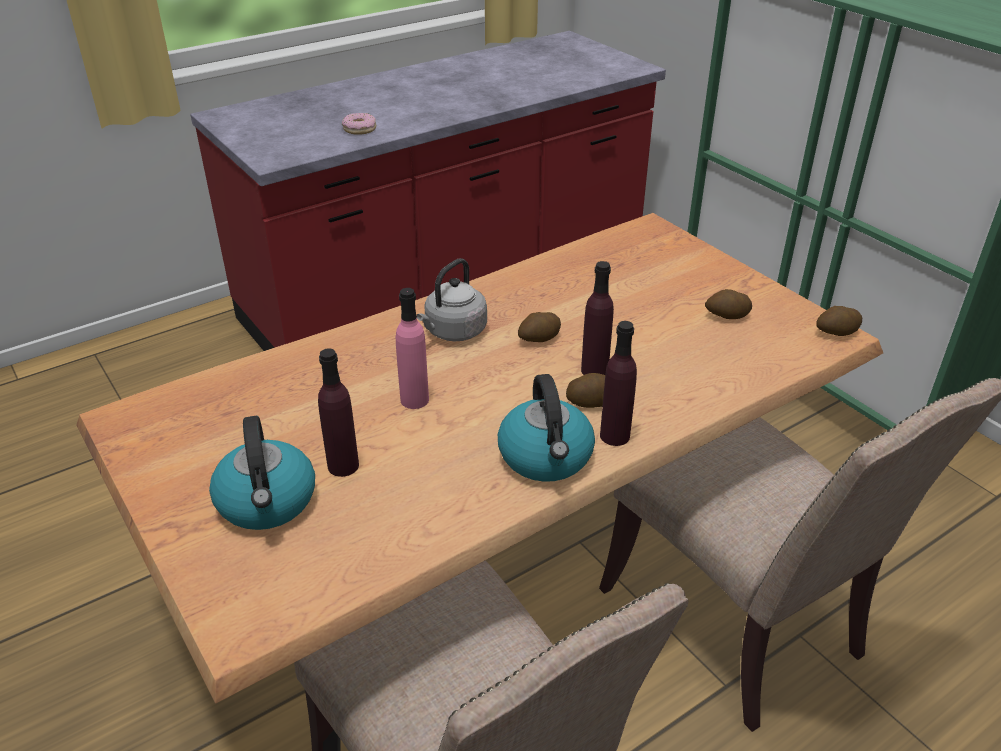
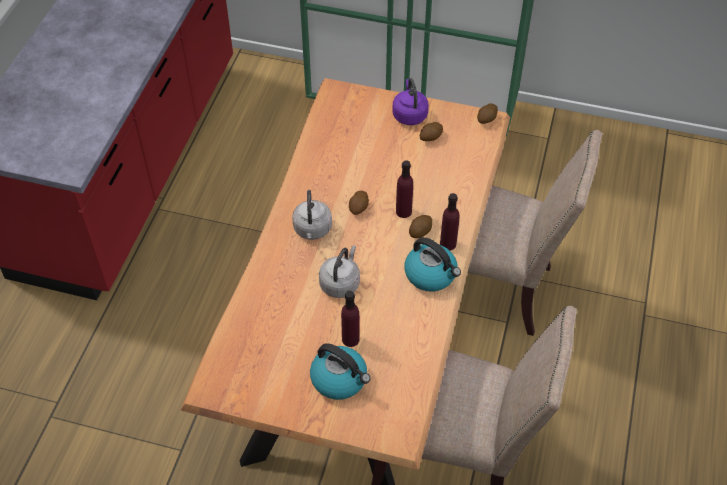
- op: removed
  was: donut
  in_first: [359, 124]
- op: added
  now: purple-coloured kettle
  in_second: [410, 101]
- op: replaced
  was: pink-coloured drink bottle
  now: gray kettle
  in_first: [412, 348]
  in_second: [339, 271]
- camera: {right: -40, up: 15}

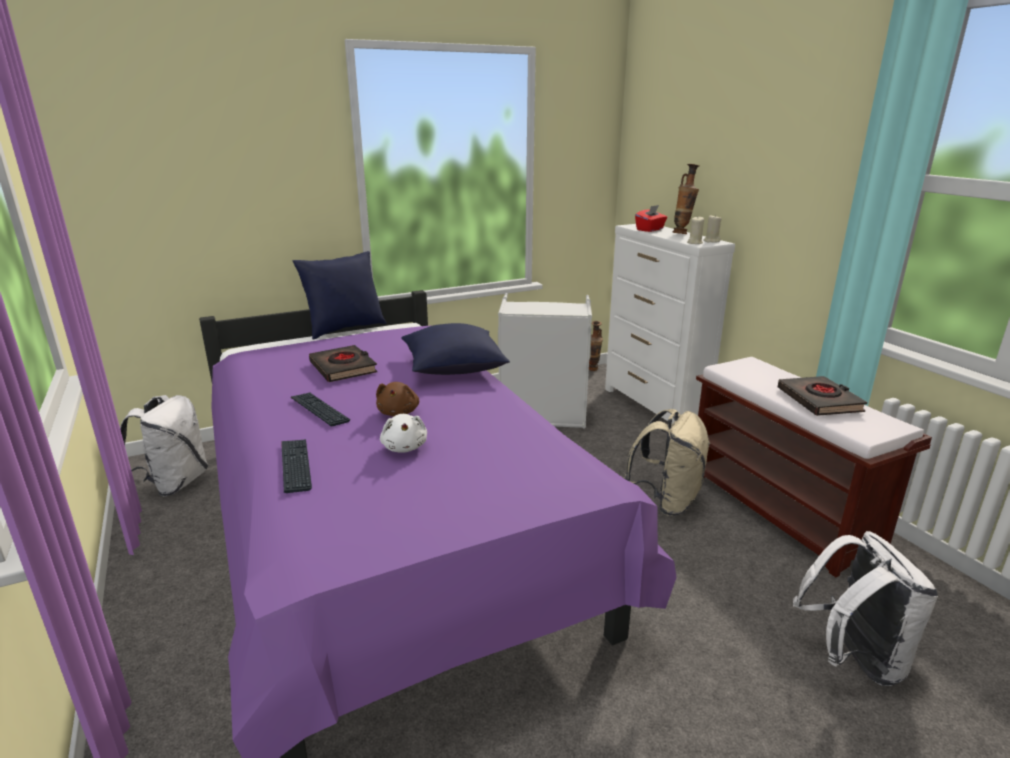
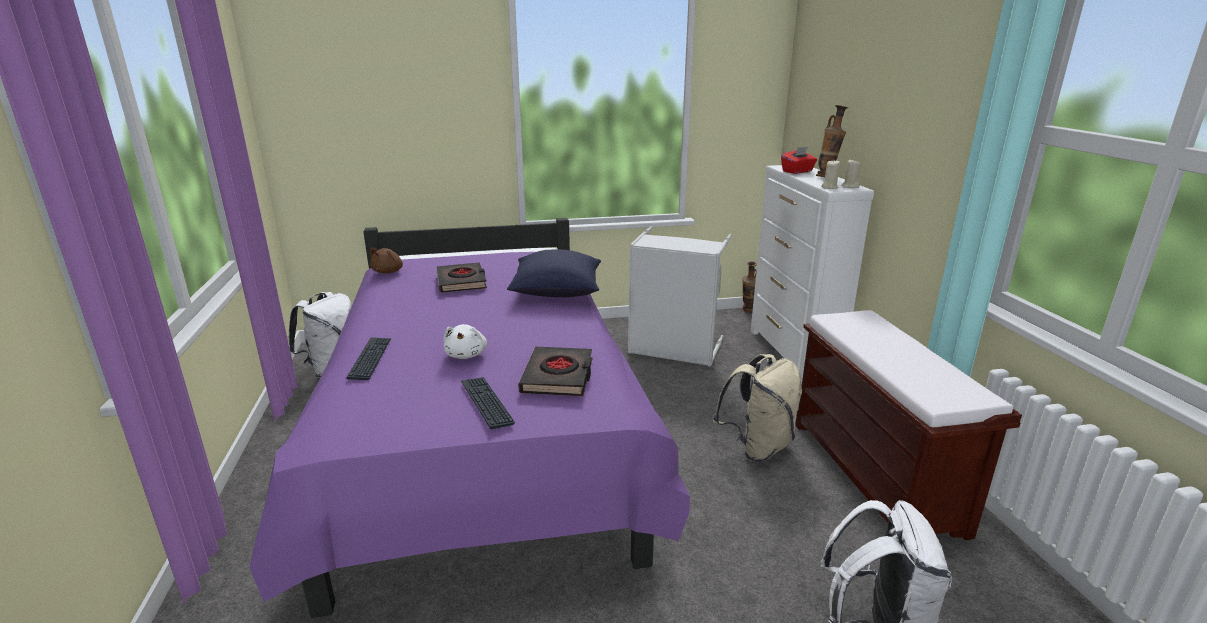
- op: removed
  was: bluish pillow
  in_first: [339, 295]
- op: moved
  was: PC keyboard
  in_first: [320, 409]
  in_second: [488, 403]
- op: moved
  was: brown cuddly toy
  in_first: [397, 399]
  in_second: [386, 260]
- op: moved
  was: black book
  in_first: [822, 396]
  in_second: [555, 371]
- camera: {right: 15, up: 0}

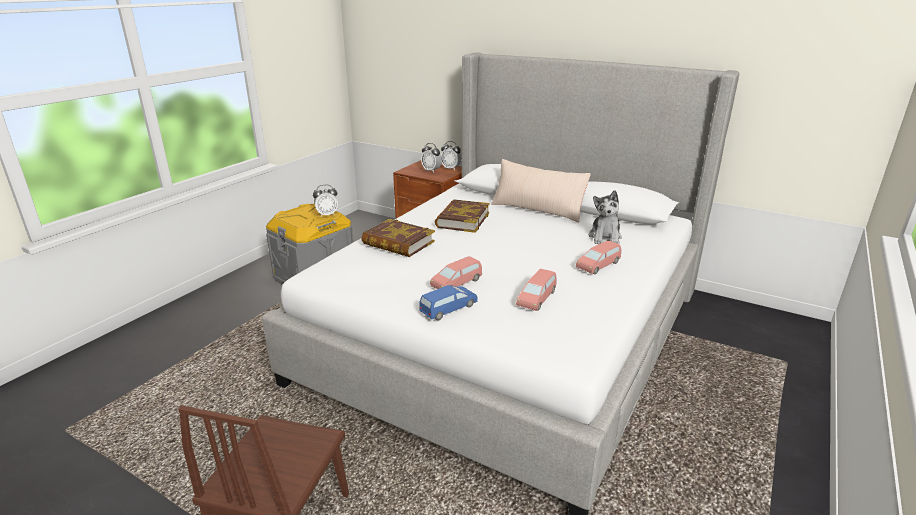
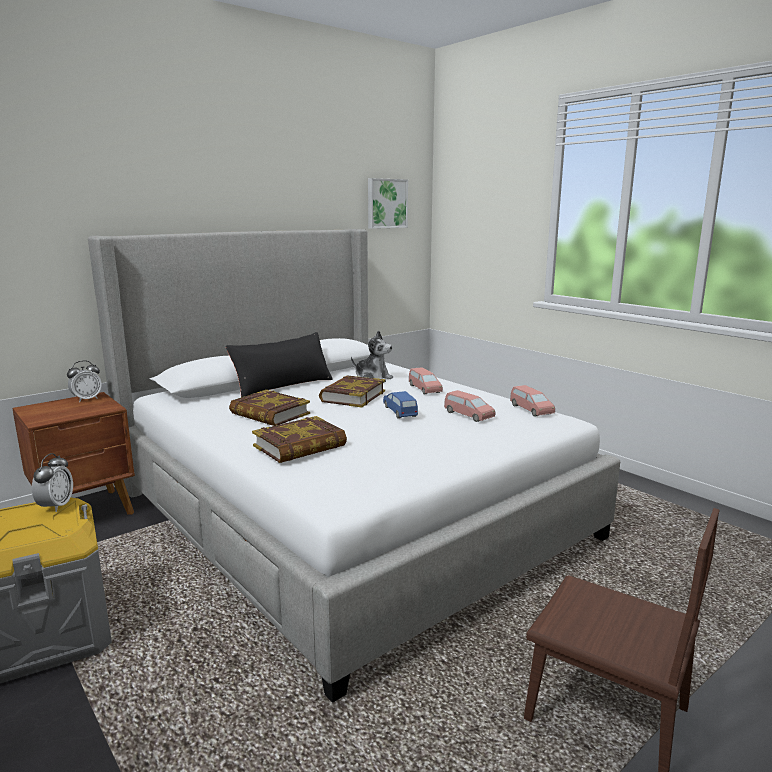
- op: removed
  was: table clock
  in_first: [431, 158]
- op: added
  now: book
  in_second: [352, 391]
- op: added
  now: wall picture
  in_second: [388, 203]
- op: moved
  was: bluish miniature car
  in_first: [448, 302]
  in_second: [400, 405]
- op: moved
  was: pink-coloured miniature car
  in_first: [456, 272]
  in_second: [532, 401]
- op: recoloured
  was: beige-coloured pillow
  now: black pillow
  in_first: [541, 190]
  in_second: [279, 364]
- camera: {right: -70, up: -10}

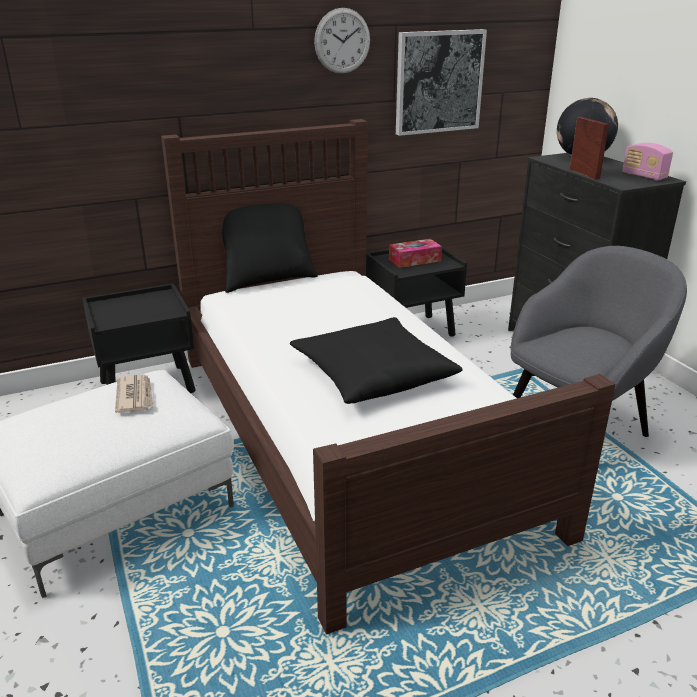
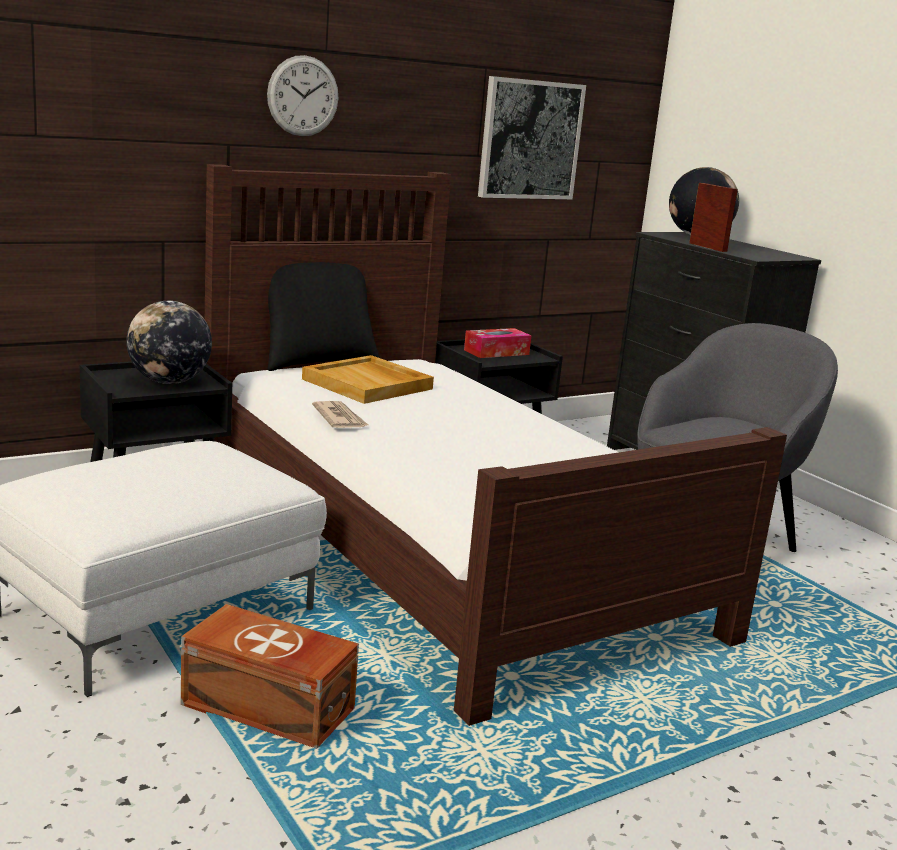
- op: removed
  was: black pillow
  in_first: [376, 360]
- op: removed
  was: radio receiver
  in_first: [647, 161]
- op: added
  now: desk globe
  in_second: [169, 342]
- op: added
  now: brown storage box
  in_second: [270, 676]
- op: added
  now: beige-coloured tray
  in_second: [368, 379]
- op: moved
  was: daily paper
  in_first: [134, 393]
  in_second: [340, 414]
- op: moved
  was: wall clock
  in_first: [342, 41]
  in_second: [302, 95]
- camera: {right: -10, up: -10}

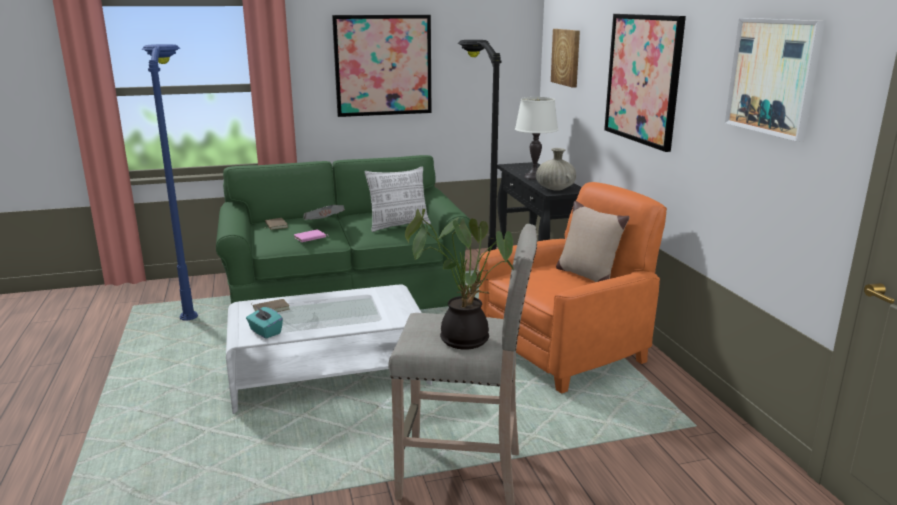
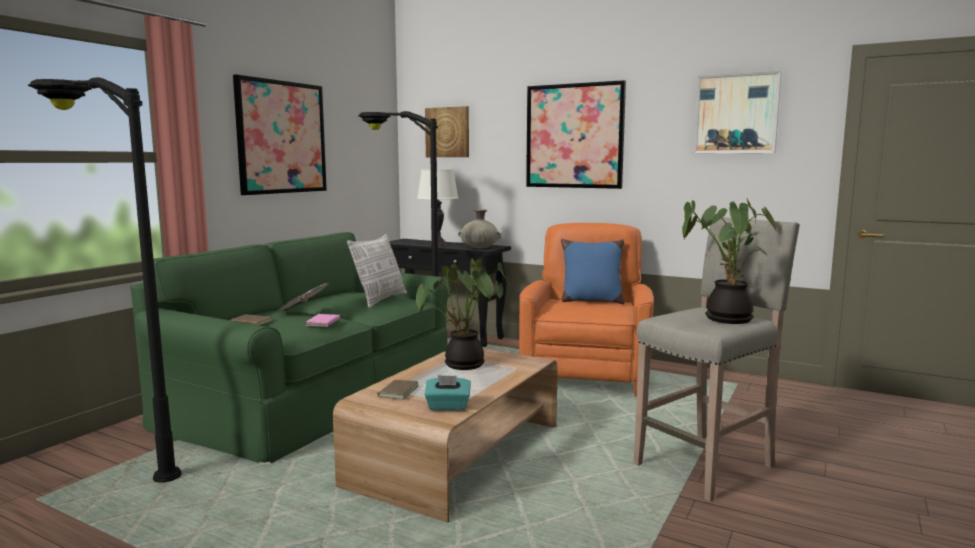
- op: added
  now: plant in a pot
  in_second: [463, 314]
- op: recoloured
  was: bluish standard lamp
  now: black standard lamp
  in_first: [170, 182]
  in_second: [105, 280]
- op: recoloured
  was: white-coloured coffee table
  now: brown coffee table
  in_first: [329, 349]
  in_second: [445, 436]
- op: recoloured
  was: beige-coloured pillow
  now: bluish pillow
  in_first: [592, 241]
  in_second: [592, 271]
- camera: {right: -45, up: -10}

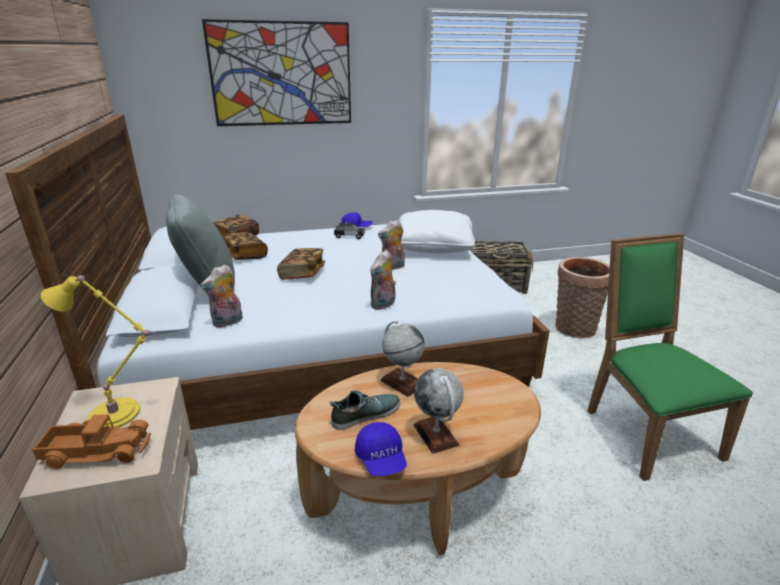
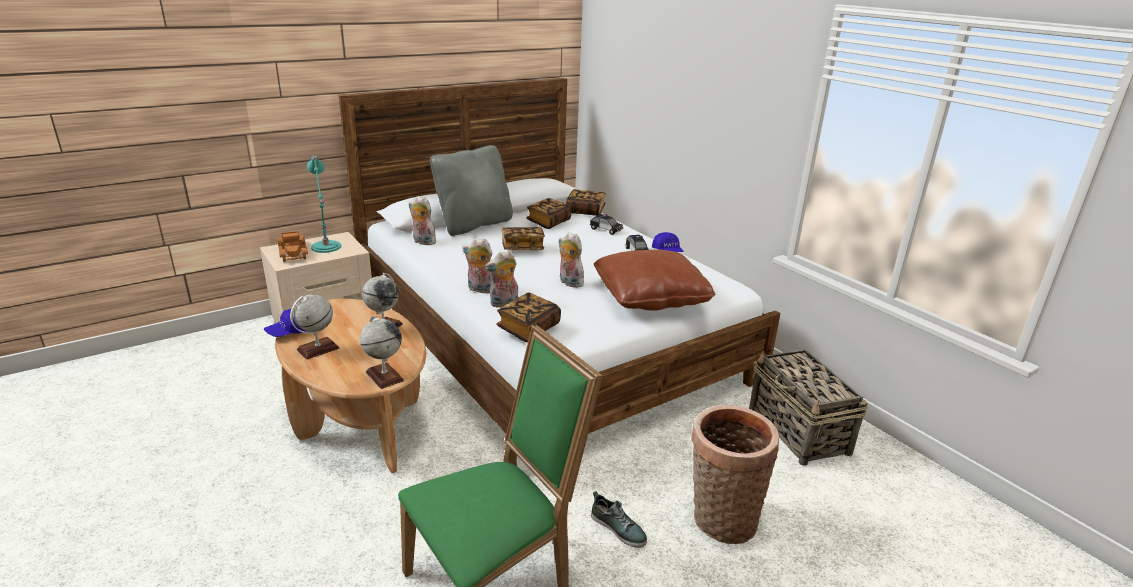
- op: removed
  was: wall picture
  in_first: [276, 72]
- op: added
  now: desk globe
  in_second: [382, 352]
- op: added
  now: cuddly toy
  in_second: [502, 279]
- op: added
  now: book
  in_second: [528, 318]
- op: added
  now: miniature car
  in_second: [606, 224]
- op: moved
  was: shoe
  in_first: [365, 410]
  in_second: [619, 519]
- op: recoloured
  was: yellow table lamp
  now: turquoise-coloured table lamp
  in_first: [96, 351]
  in_second: [324, 204]
- op: recoloured
  was: white-coloured pillow
  now: brown pillow
  in_first: [437, 232]
  in_second: [655, 280]
- camera: {right: 70, up: 0}

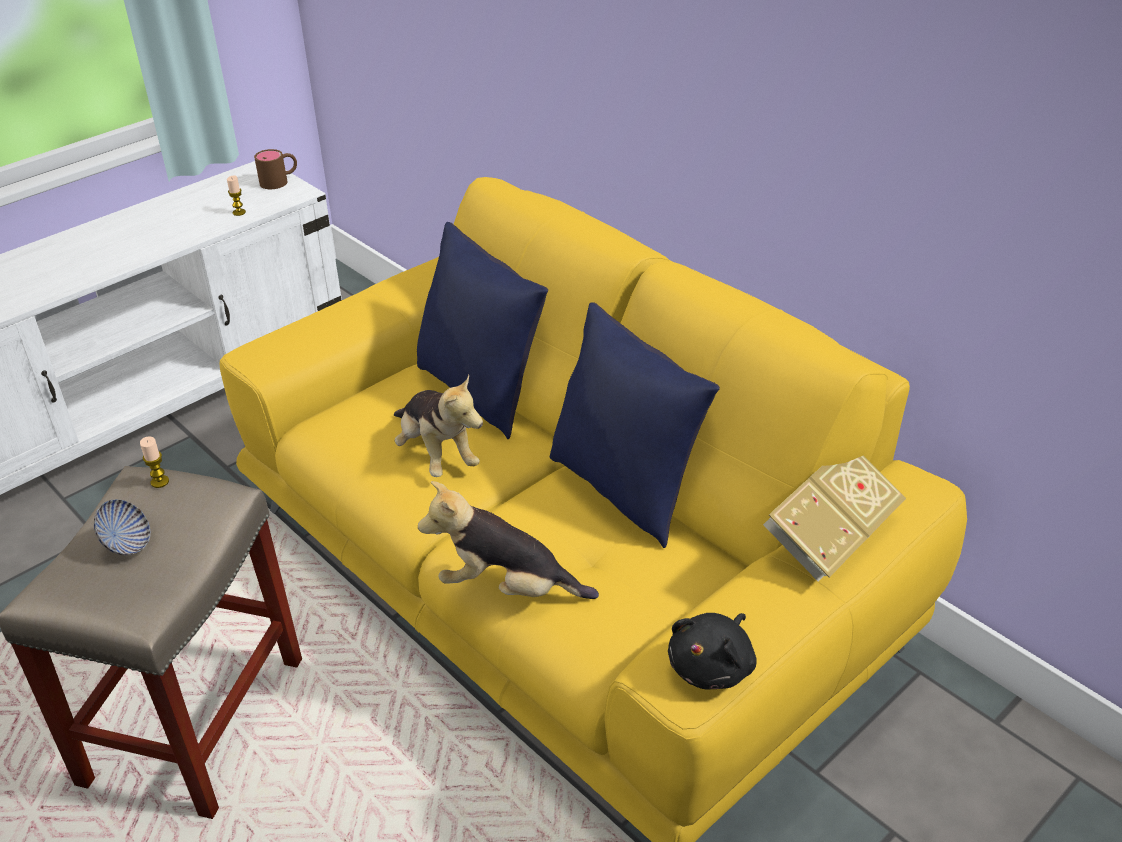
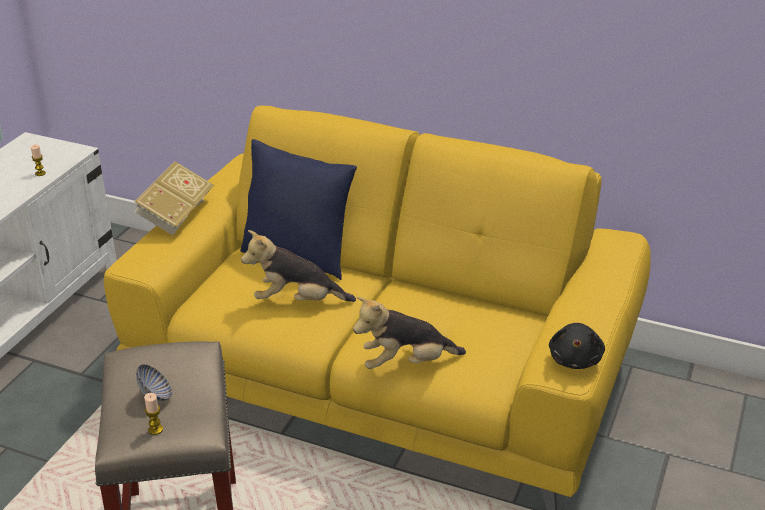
- op: removed
  was: brown tea mug
  in_first: [275, 169]
- op: removed
  was: bluish pillow
  in_first: [635, 425]
- op: moved
  was: wax light
  in_first: [154, 462]
  in_second: [153, 414]
- op: moved
  was: book
  in_first: [834, 519]
  in_second: [174, 198]
- op: turned
  was: cuddly toy
  in_first: [438, 426]
  in_second: [298, 266]
  clockwise: 150
- camera: {right: -25, up: -5}

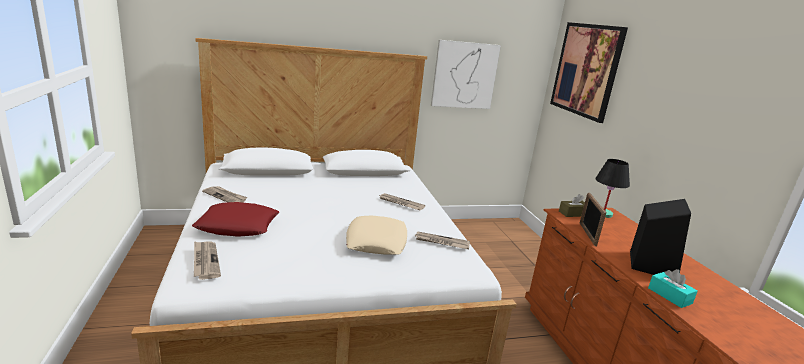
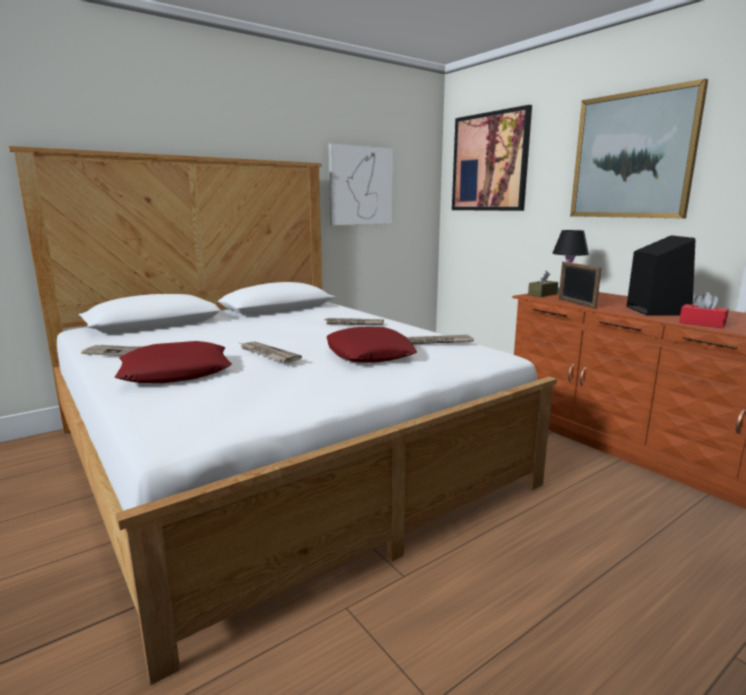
- op: added
  now: wall picture
  in_second: [639, 148]
- op: moved
  was: daily paper
  in_first: [207, 260]
  in_second: [271, 352]
- op: recoloured
  was: beige-coloured pillow
  now: red-coloured pillow
  in_first: [376, 235]
  in_second: [372, 345]
- op: recoloured
  was: turquoise-coloured box of tissues
  now: red-coloured box of tissues
  in_first: [673, 288]
  in_second: [704, 310]
- camera: {right: -20, up: -5}

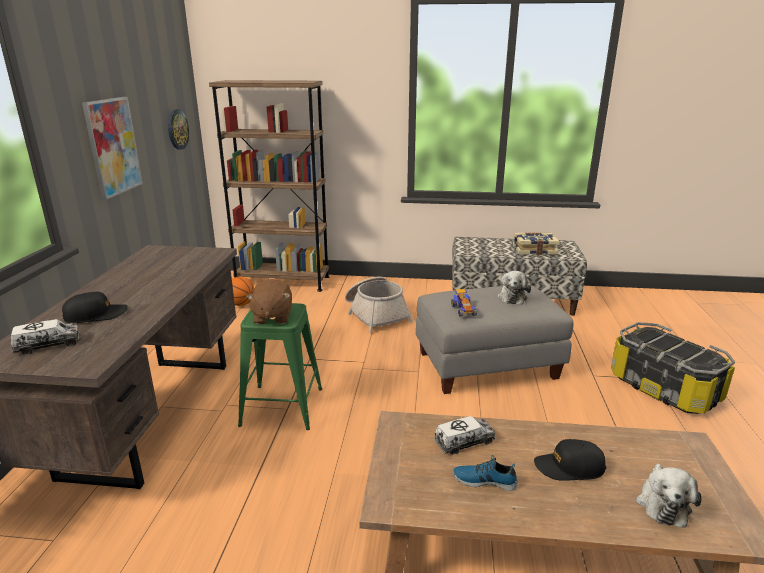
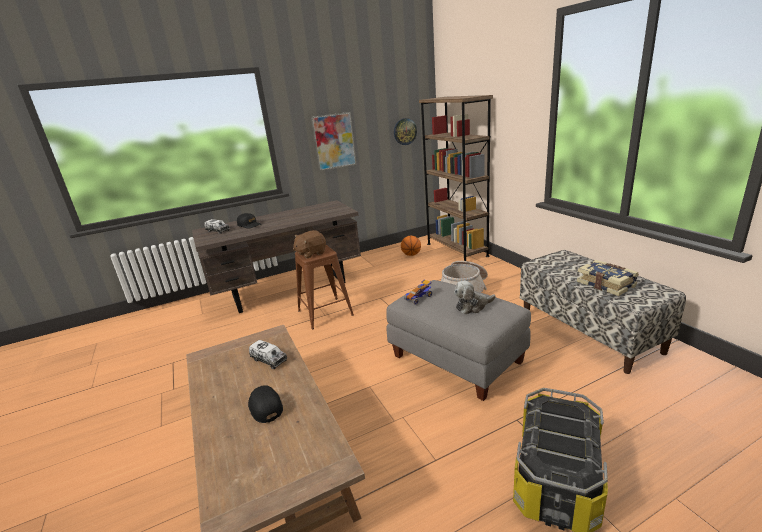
- op: removed
  was: shoe
  in_first: [485, 473]
- op: removed
  was: cuddly toy
  in_first: [669, 495]
- op: recoloured
  was: greenish stool
  now: brown stool
  in_first: [280, 366]
  in_second: [324, 287]
- camera: {right: 60, up: 0}

